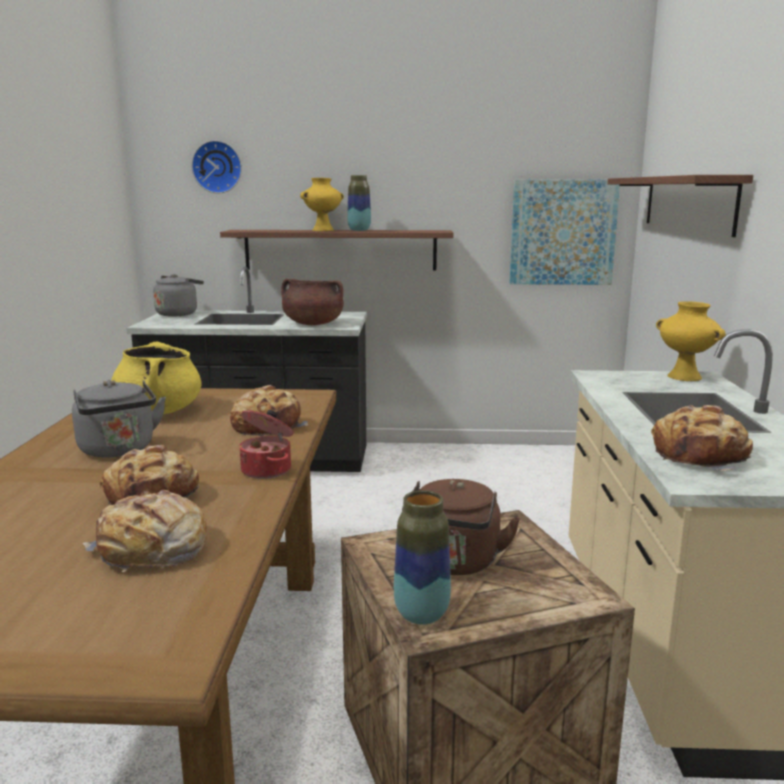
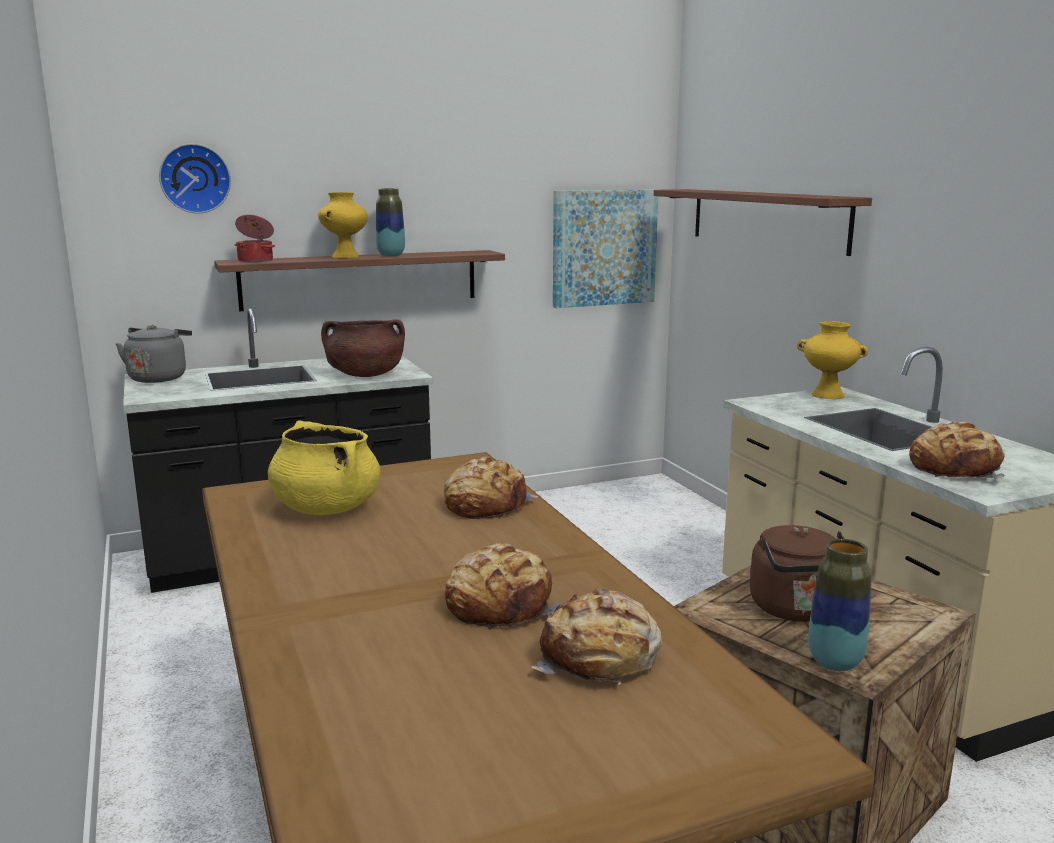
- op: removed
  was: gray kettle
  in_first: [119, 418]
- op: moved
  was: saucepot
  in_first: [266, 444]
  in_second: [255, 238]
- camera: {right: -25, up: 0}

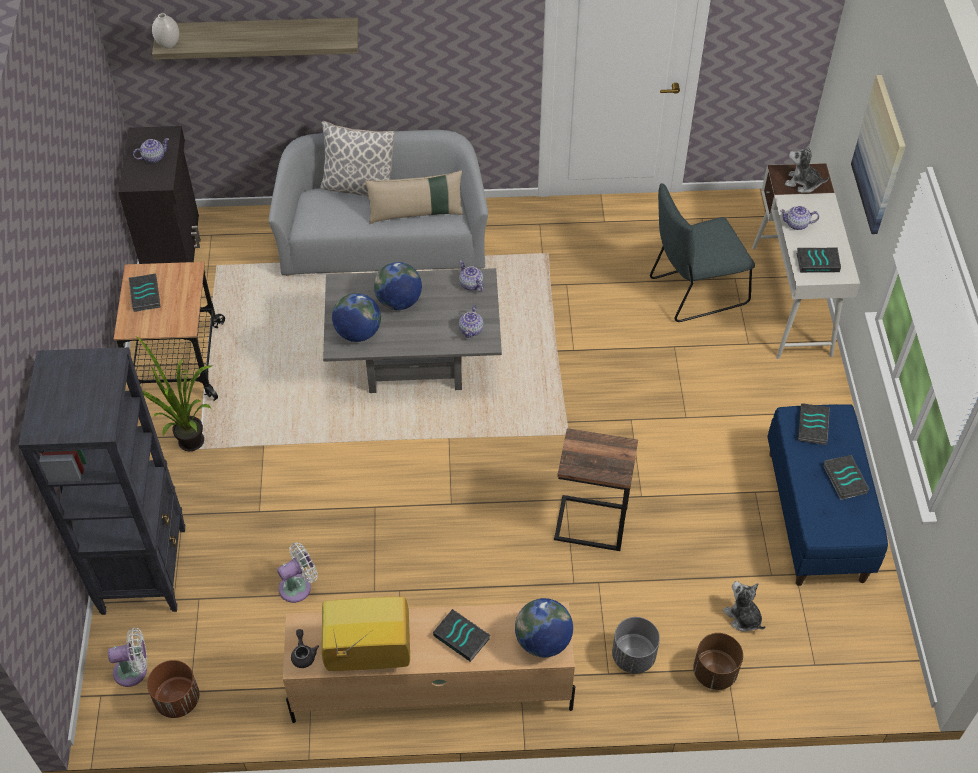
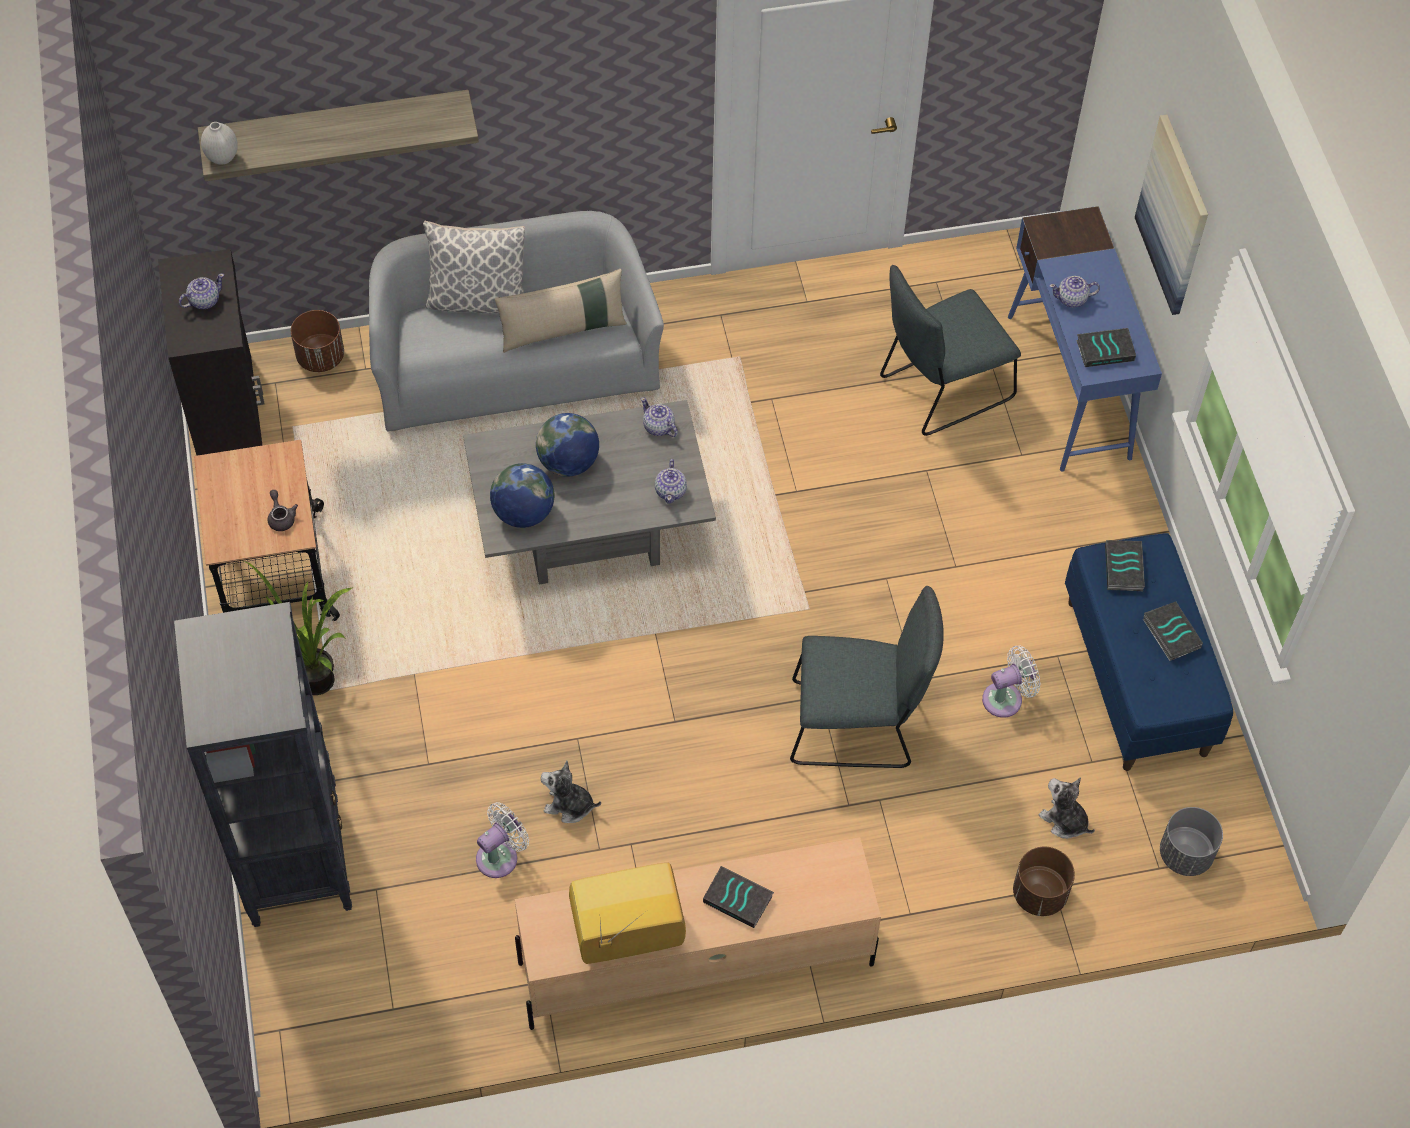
- op: removed
  was: book
  in_first: [144, 293]
- op: removed
  was: desk globe
  in_first: [544, 627]
- op: moved
  was: white-coloured electric fan
  in_first: [127, 657]
  in_second: [1011, 681]
- op: moved
  was: brown flower pot
  in_first: [173, 689]
  in_second: [317, 341]
- op: moved
  was: gray tea pot
  in_first: [305, 648]
  in_second: [283, 510]
- op: moved
  was: gray flower pot
  in_first: [636, 645]
  in_second: [1191, 841]
- op: moved
  was: cuddly toy
  in_first: [807, 168]
  in_second: [571, 791]
- op: replaced
  was: accent table
  now: gray plain chair
  in_first: [596, 489]
  in_second: [867, 677]
- op: recoloured
  was: white-coloured desk unit
  now: bluish desk unit
  in_first: [806, 261]
  in_second: [1085, 339]
- camera: {right: -10, up: 5}

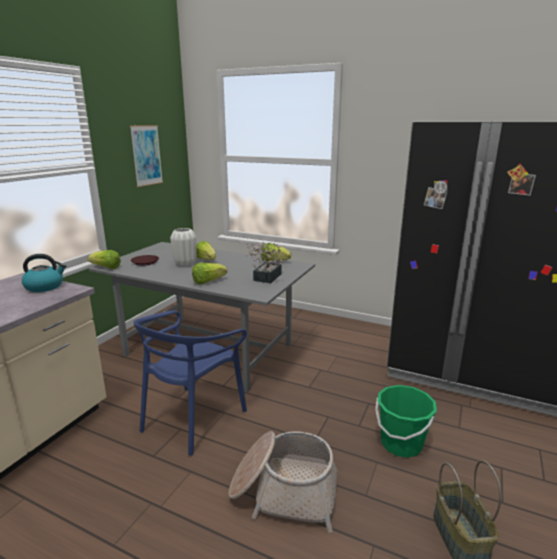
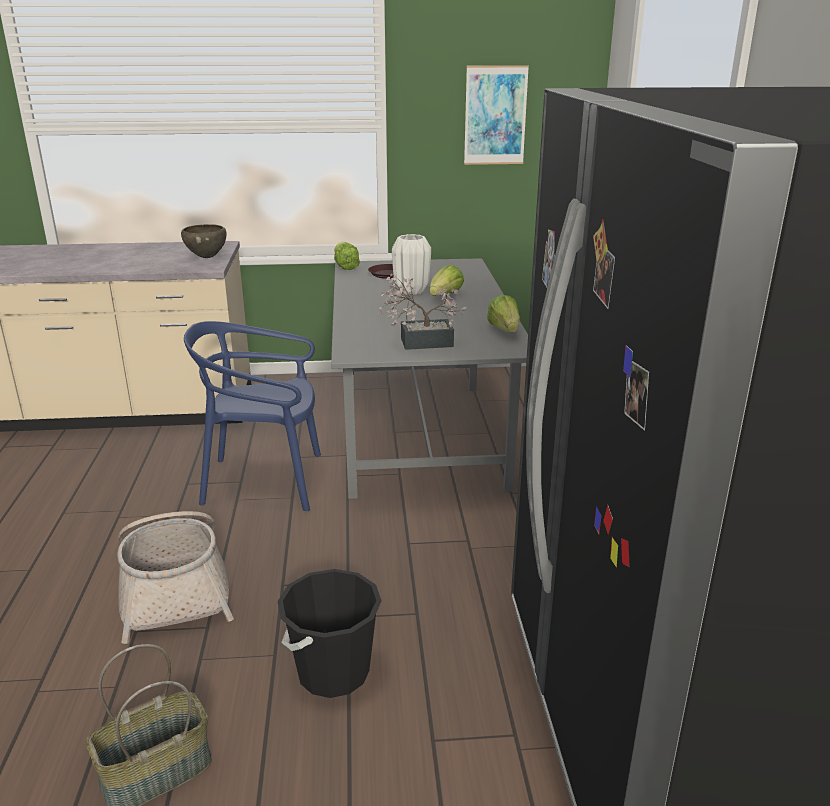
- op: removed
  was: lettuce head
  in_first: [209, 273]
- op: replaced
  was: kettle
  now: brown bowl
  in_first: [44, 273]
  in_second: [203, 241]
- op: recoloured
  was: greenish bucket
  now: black bucket
  in_first: [406, 421]
  in_second: [330, 633]
- camera: {right: 60, up: 5}

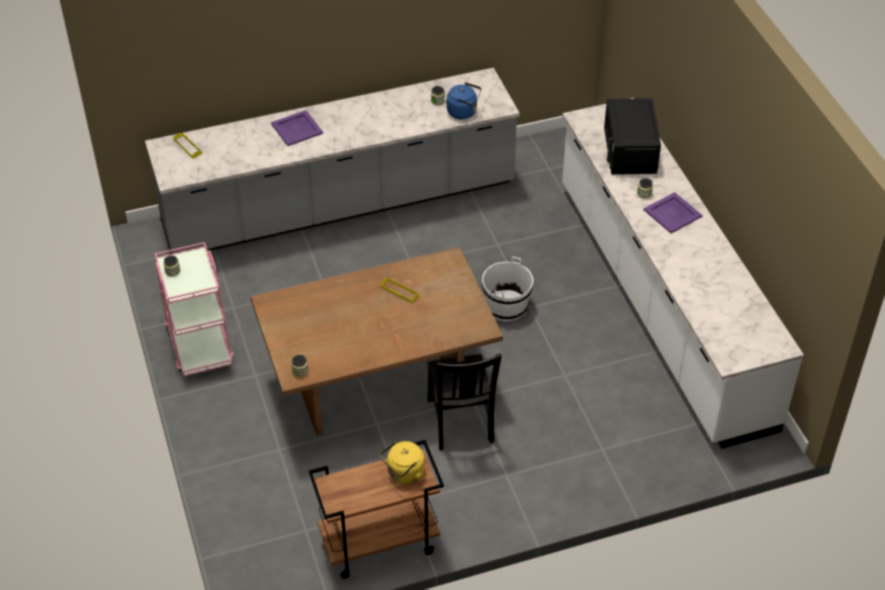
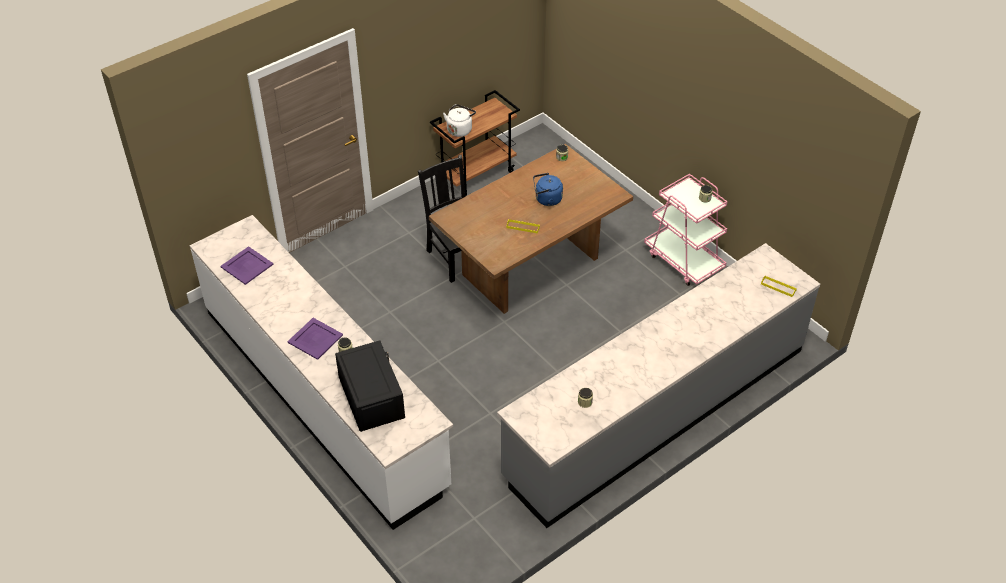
- op: removed
  was: white-coloured bucket
  in_first: [507, 289]
- op: moved
  was: purple-coloured tray
  in_first: [297, 128]
  in_second: [247, 265]
- op: moved
  was: bluish kettle
  in_first: [464, 100]
  in_second: [548, 189]
- op: recoloured
  was: yellow kettle
  now: white-coloured kettle
  in_first: [401, 462]
  in_second: [459, 120]
- camera: {right: 160, up: 0}

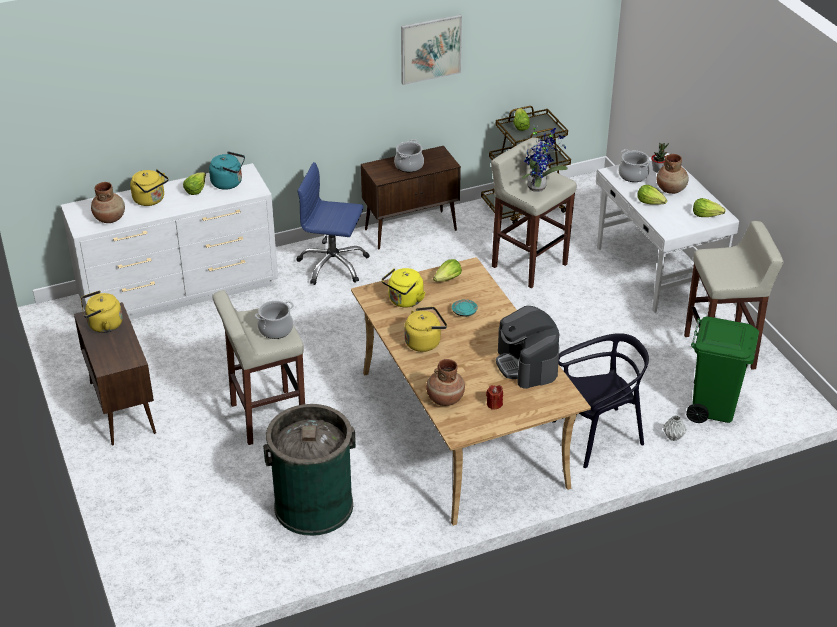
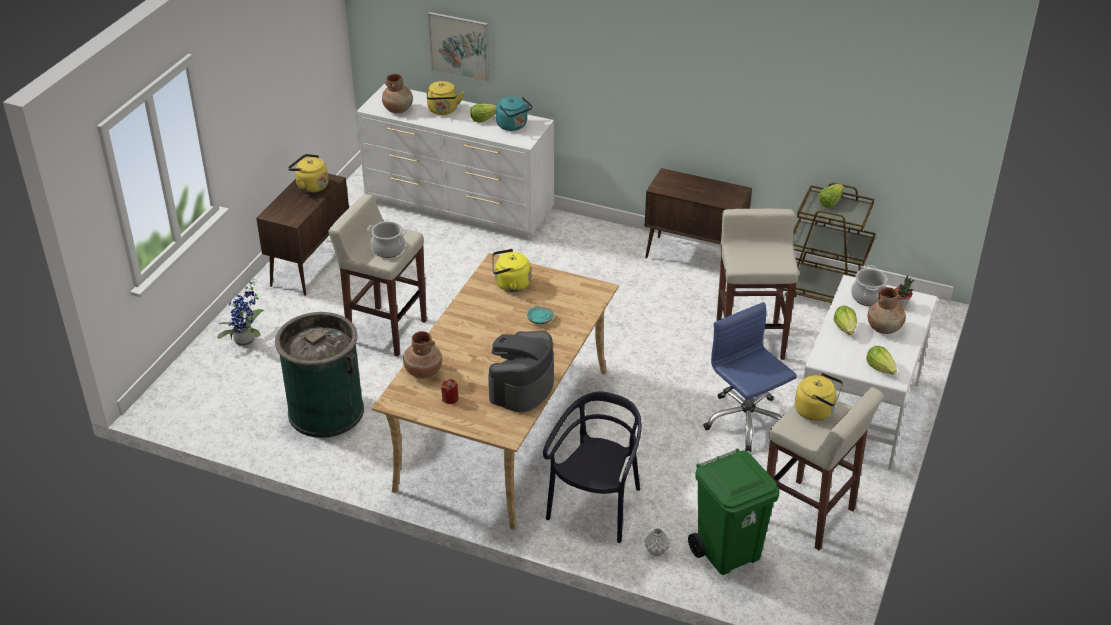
- op: removed
  was: saucepot
  in_first: [409, 155]
- op: removed
  was: lettuce head
  in_first: [447, 270]
- op: moved
  was: bluish office chair
  in_first: [333, 223]
  in_second: [750, 377]
- op: moved
  was: wall picture
  in_first: [431, 50]
  in_second: [459, 47]
- op: moved
  was: yellow kettle
  in_first: [425, 329]
  in_second: [819, 397]
- op: moved
  was: plant in a pot
  in_first: [545, 159]
  in_second: [240, 312]
- op: turned
  was: black plain chair
  in_first: [601, 400]
  in_second: [592, 467]
  clockwise: -90
- camera: {right: 45, up: 0}

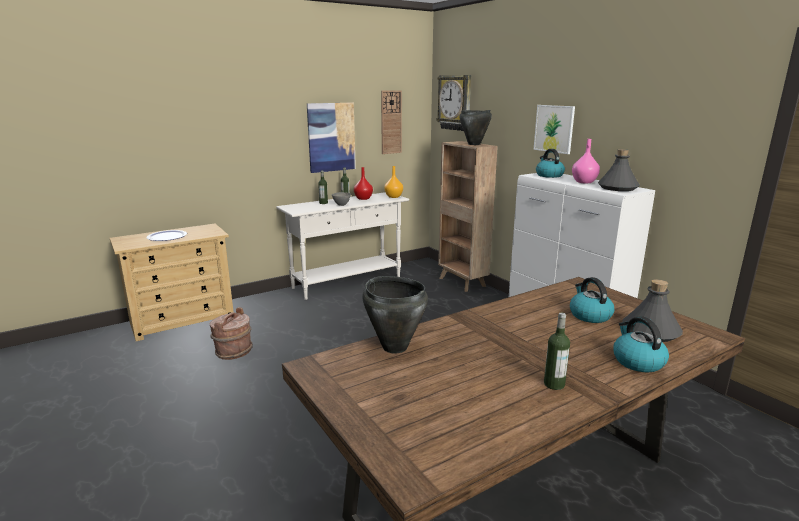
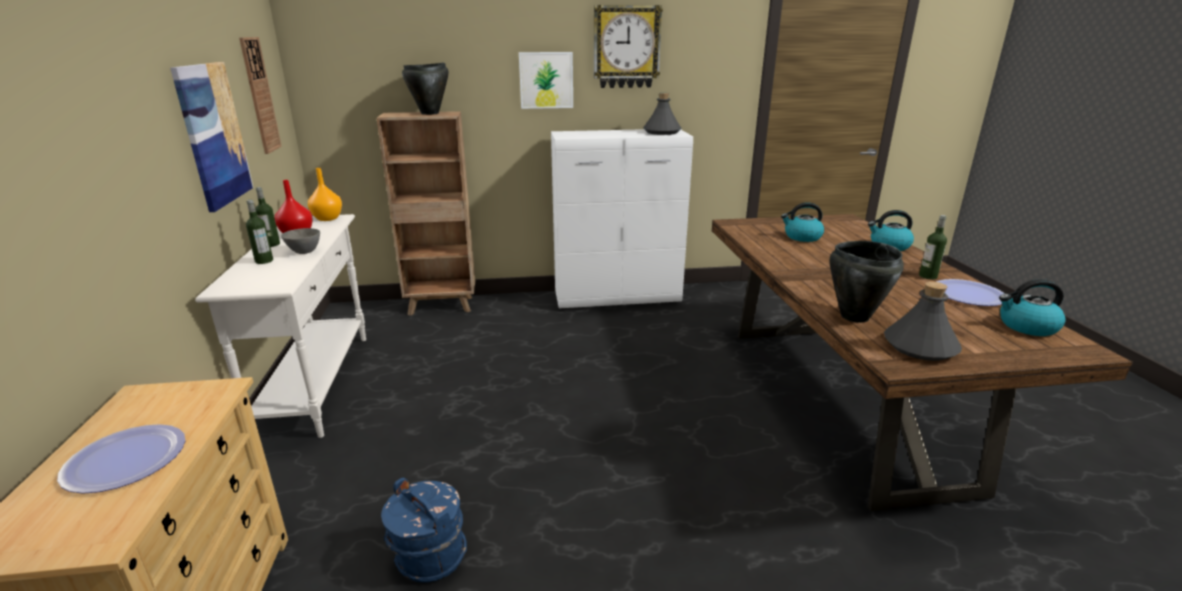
- op: removed
  was: pink-coloured vase
  in_first: [586, 161]
- op: added
  now: flat dish
  in_second: [970, 292]
- op: moved
  was: wall clock
  in_first: [454, 103]
  in_second: [628, 46]
- op: moved
  was: kettle
  in_first: [550, 163]
  in_second: [1032, 307]
- op: moved
  was: gray drink bottle
  in_first: [652, 310]
  in_second: [923, 321]
- op: recoloured
  was: brown bucket
  now: bluish bucket
  in_first: [231, 333]
  in_second: [424, 530]
- camera: {right: -65, up: 5}

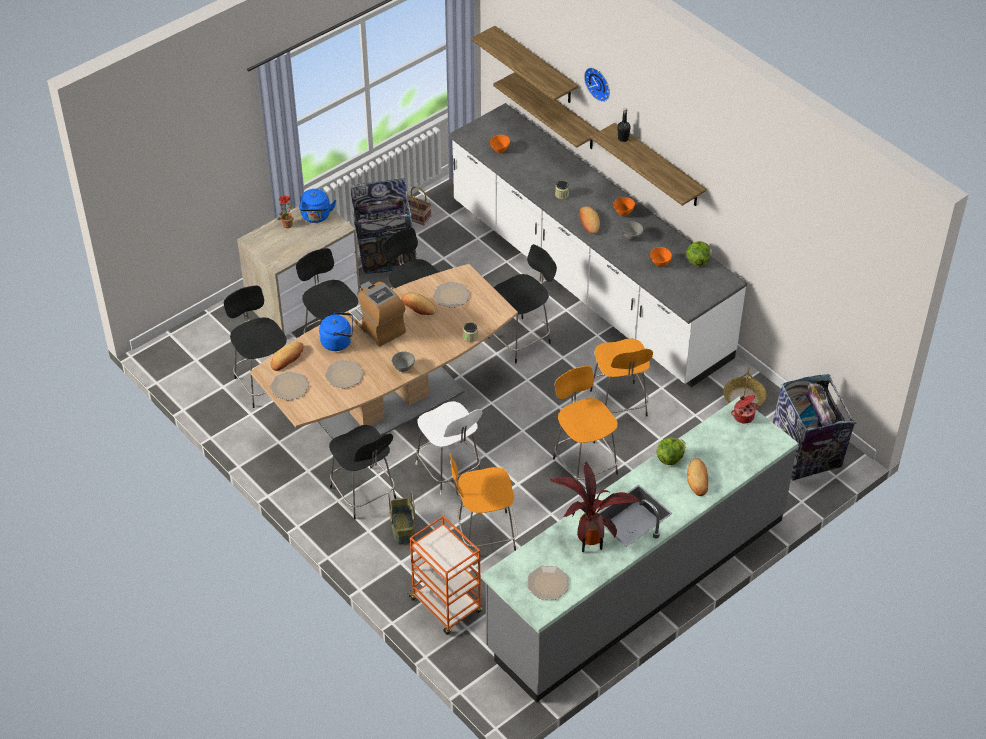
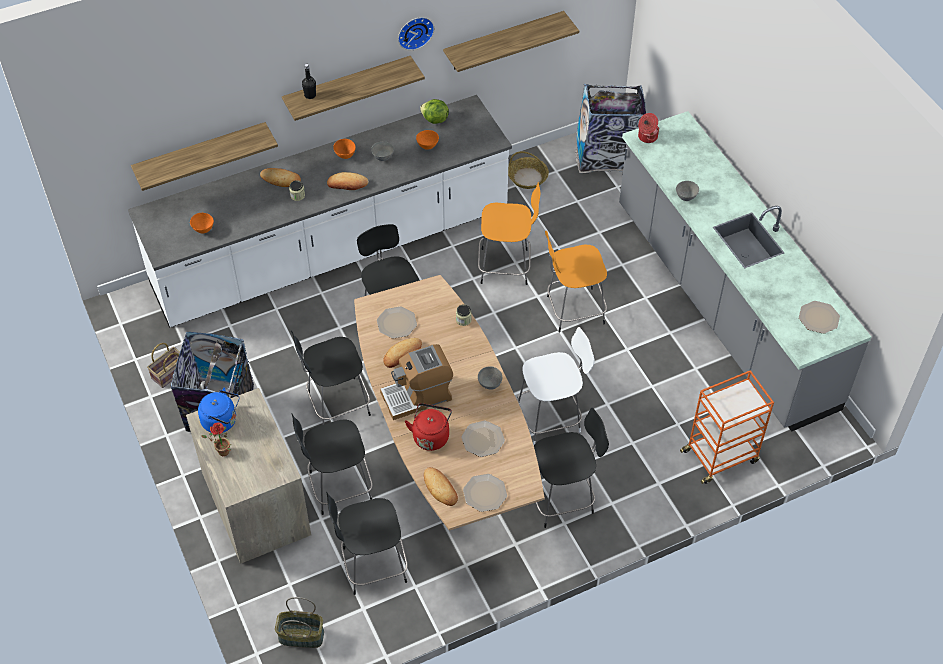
- op: removed
  was: orange-coloured stool
  in_first: [484, 502]
- op: removed
  was: plant in a pot
  in_first: [595, 506]
- op: moved
  was: storage basket
  in_first: [402, 517]
  in_second: [299, 622]
- op: moved
  was: wall shelf
  in_first: [524, 64]
  in_second: [511, 41]
- op: moved
  was: wall clock
  in_first: [597, 84]
  in_second: [416, 33]
- op: moved
  was: bakery bread
  in_first: [697, 477]
  in_second: [280, 177]
- op: replaced
  was: lettuce head
  now: gray bowl
  in_first: [671, 451]
  in_second: [687, 191]
- op: recoloured
  was: bluish kettle
  now: red-coloured kettle
  in_first: [336, 331]
  in_second: [428, 427]
- camera: {right: -75, up: 5}

